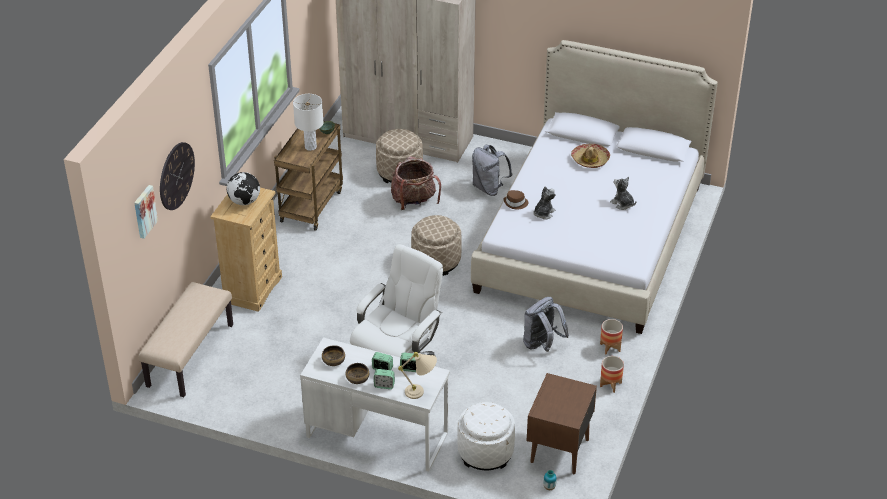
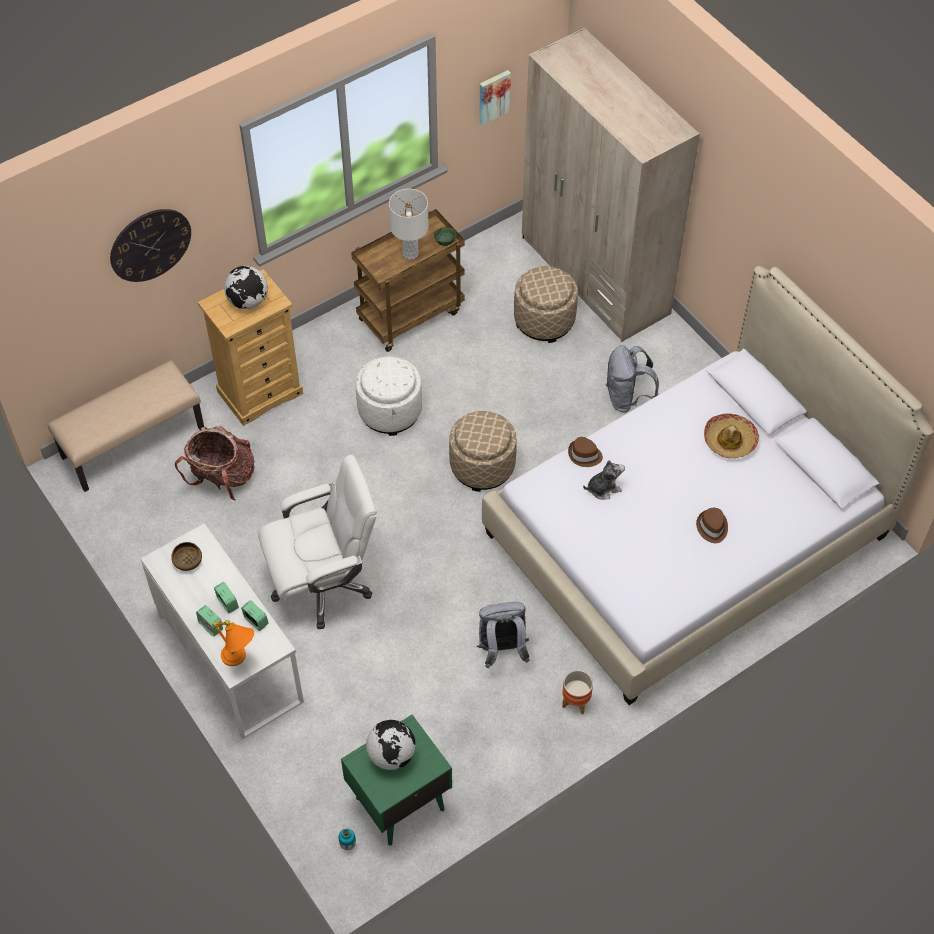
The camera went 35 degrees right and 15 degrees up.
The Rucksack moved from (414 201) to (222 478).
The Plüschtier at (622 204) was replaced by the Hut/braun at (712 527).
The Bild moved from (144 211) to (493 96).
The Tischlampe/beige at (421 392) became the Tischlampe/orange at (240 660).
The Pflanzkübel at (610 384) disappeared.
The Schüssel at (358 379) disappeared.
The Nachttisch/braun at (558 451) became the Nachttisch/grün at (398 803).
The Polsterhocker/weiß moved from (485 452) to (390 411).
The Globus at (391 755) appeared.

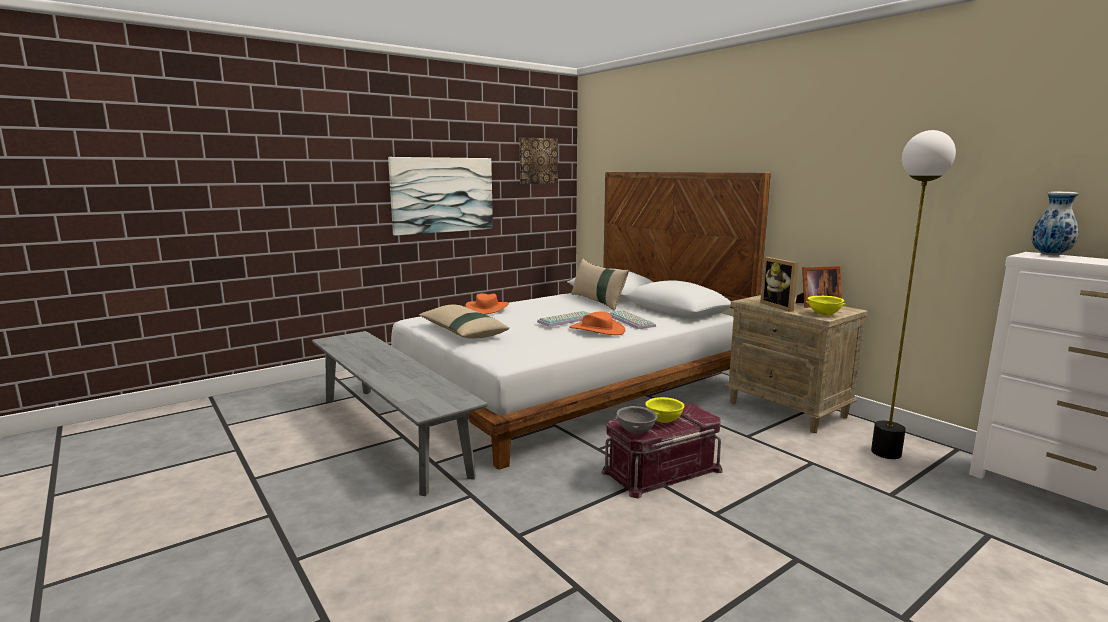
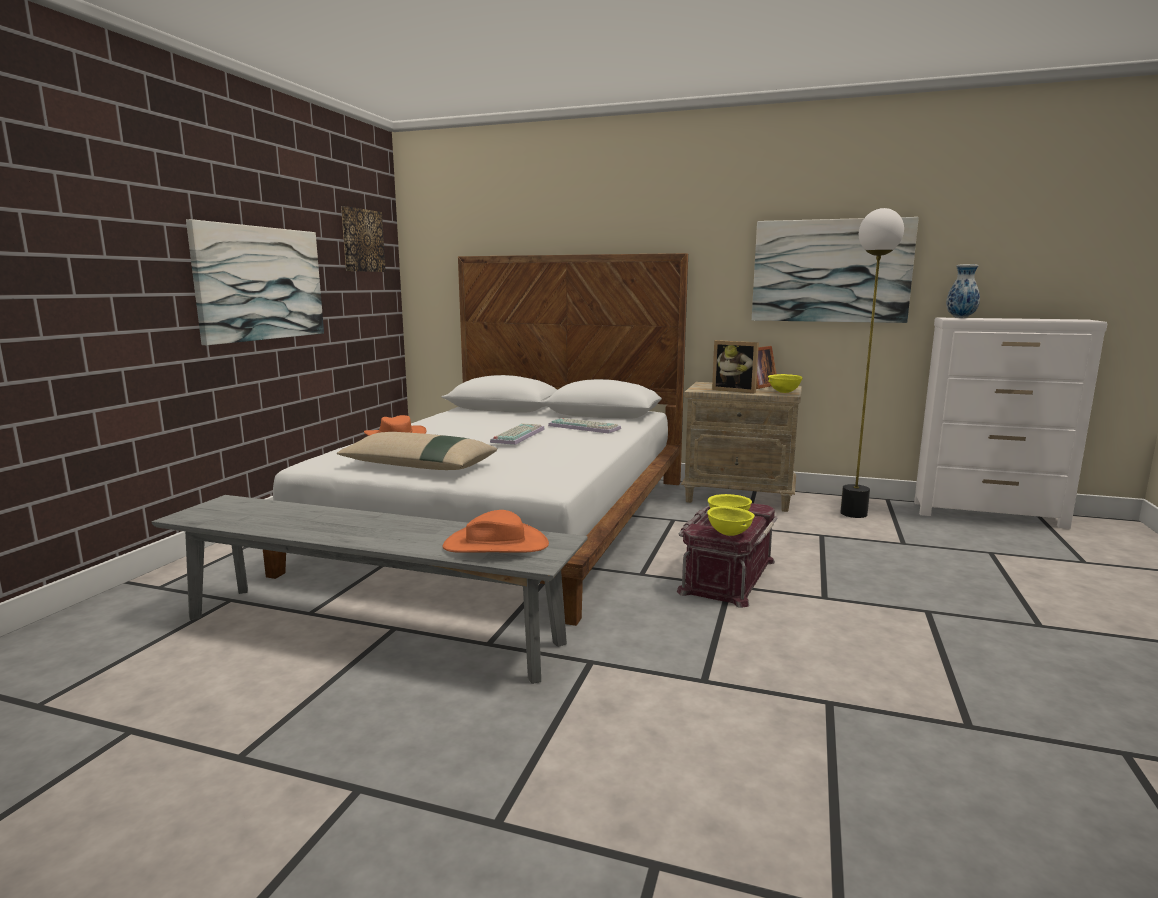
The camera went 35 degrees left and 0 degrees up.
The Kissen/beige at (598 302) disappeared.
The Hut/orange moved from (597 330) to (496 545).
The Schüssel/grau at (636 432) became the Schüssel/gelb at (729 534).
The Bild at (830 271) appeared.

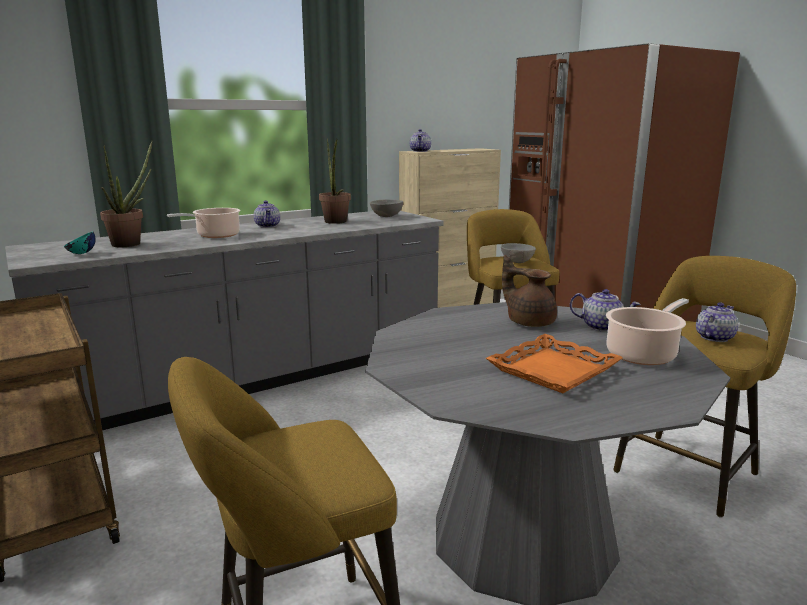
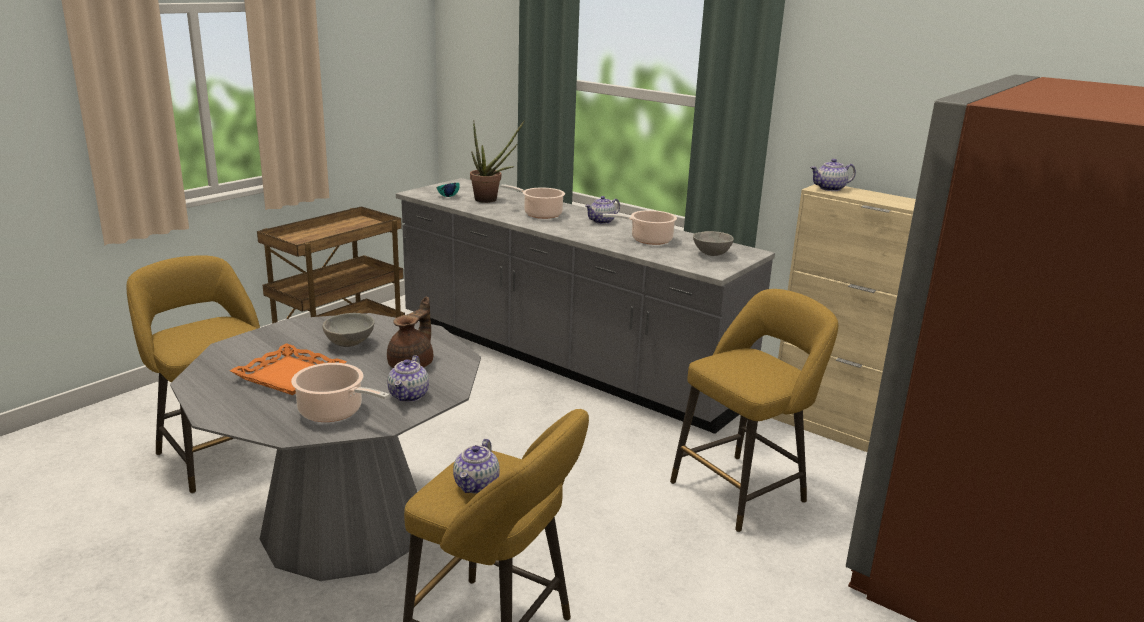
The camera went 70 degrees right and 5 degrees up.
The Topfpflanze at (336 222) was replaced by the Kochtopf at (648 240).
The Schüssel/grau moved from (517 262) to (350 344).
The Teekanne at (714 337) turned 75 degrees clockwise.

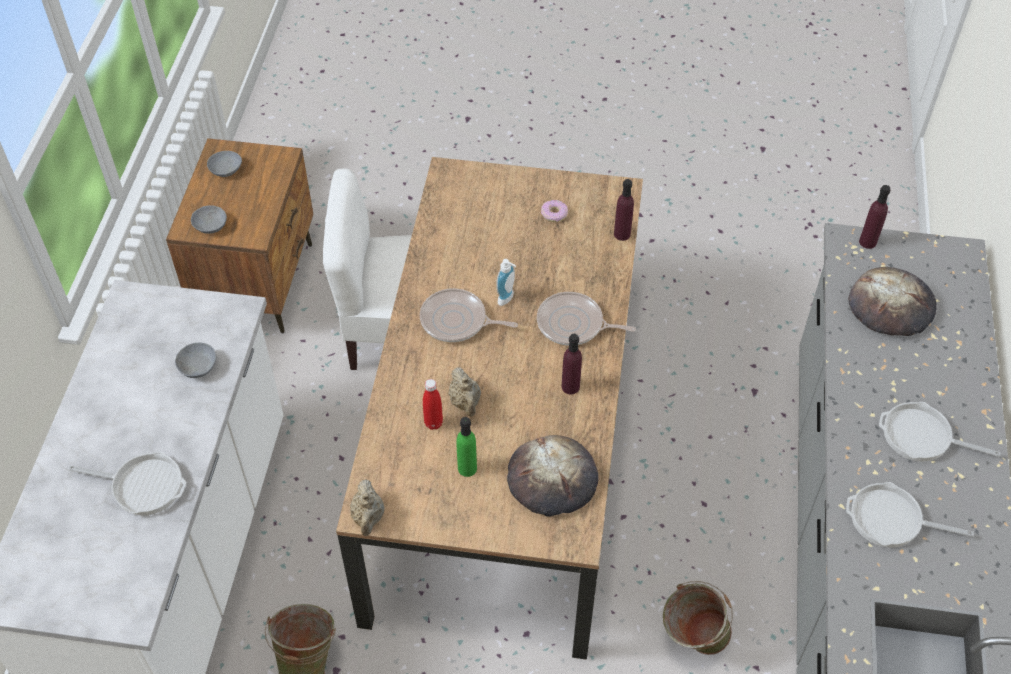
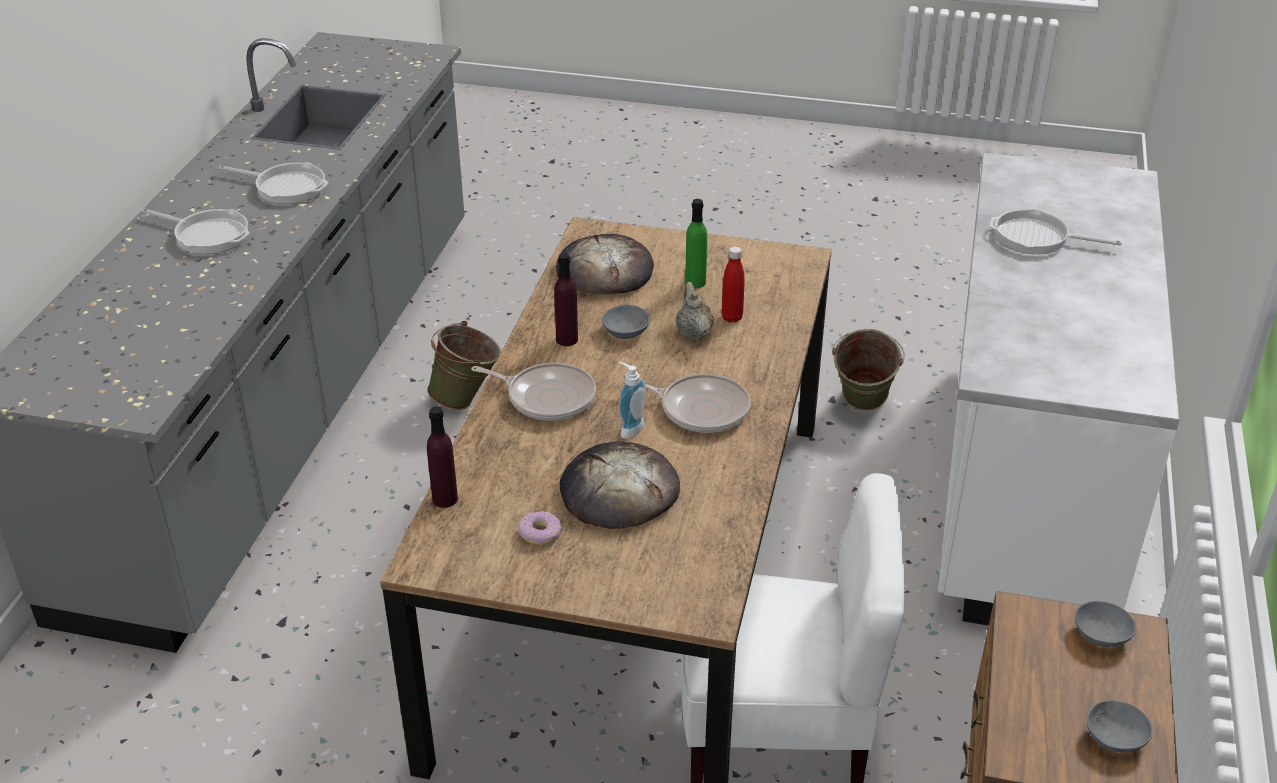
The camera went 175 degrees left and 15 degrees down.
The Flasche/lila at (867 242) disappeared.
The Brot moved from (891 306) to (619 491).
The Schüssel/grau moved from (199 367) to (624 330).
The Teekanne/beige at (368 518) disappeared.

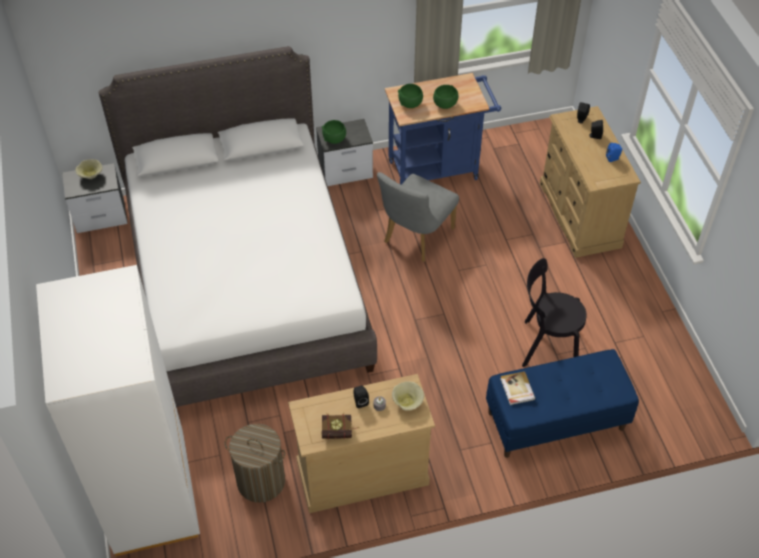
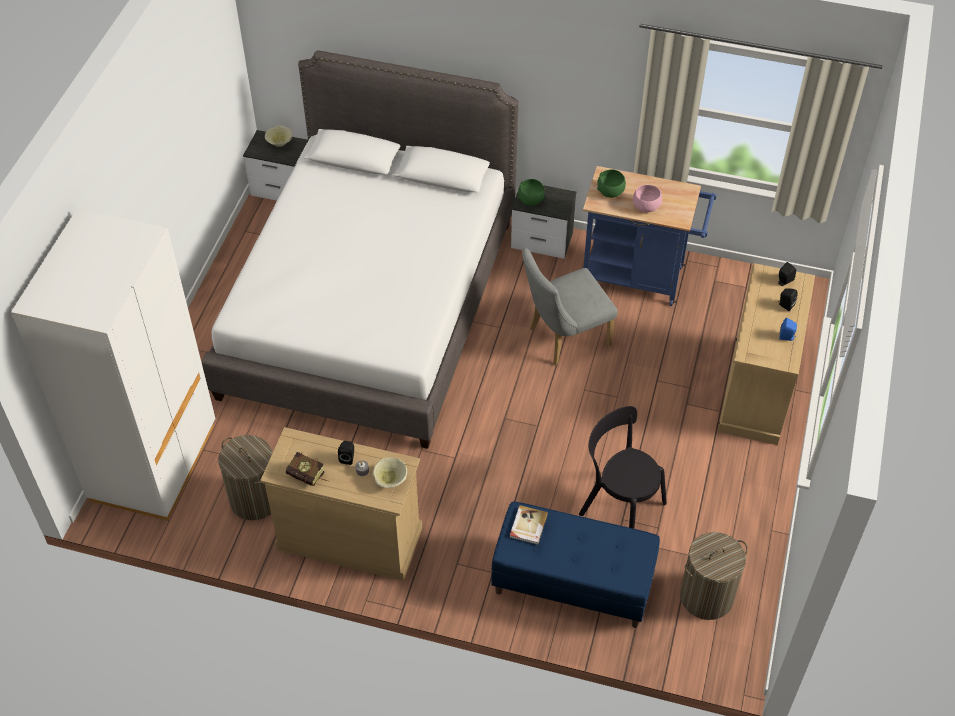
The camera went 30 degrees right and 0 degrees up.
The Schüssel/grün at (445 105) became the Schüssel/rosa at (645 207).
The Wäschekorb at (706 596) appeared.

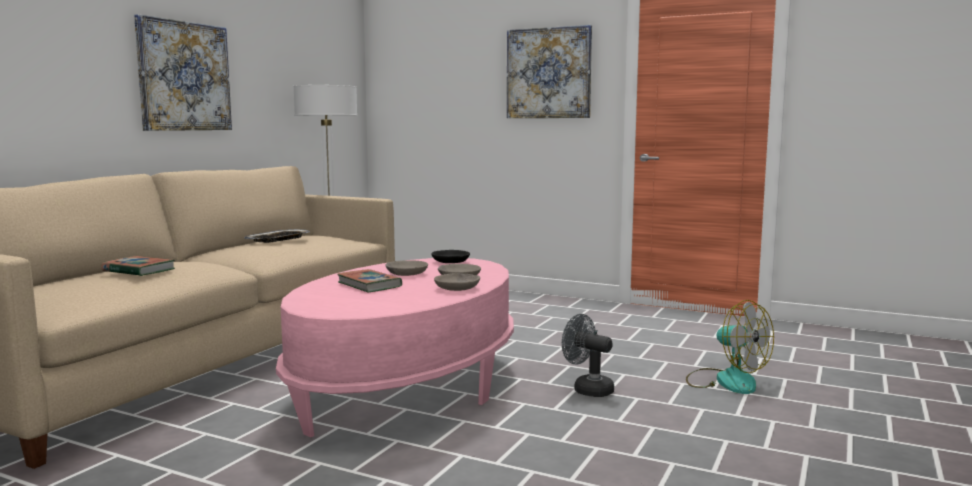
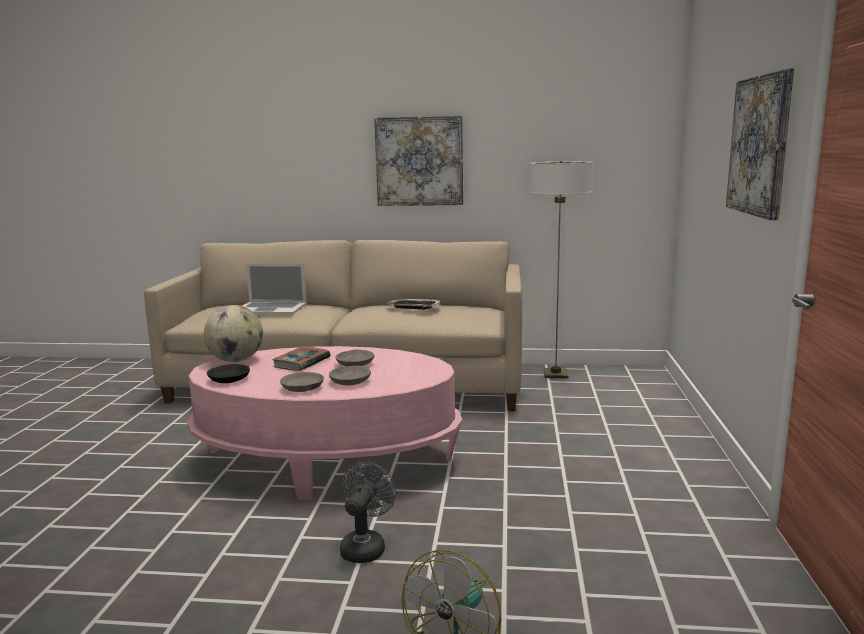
The camera went 70 degrees right and 5 degrees up.
The Schüssel/schwarz moved from (451 262) to (228 379).
The Buch at (139 270) was replaced by the Laptop at (271 308).
The Globus at (236 360) appeared.

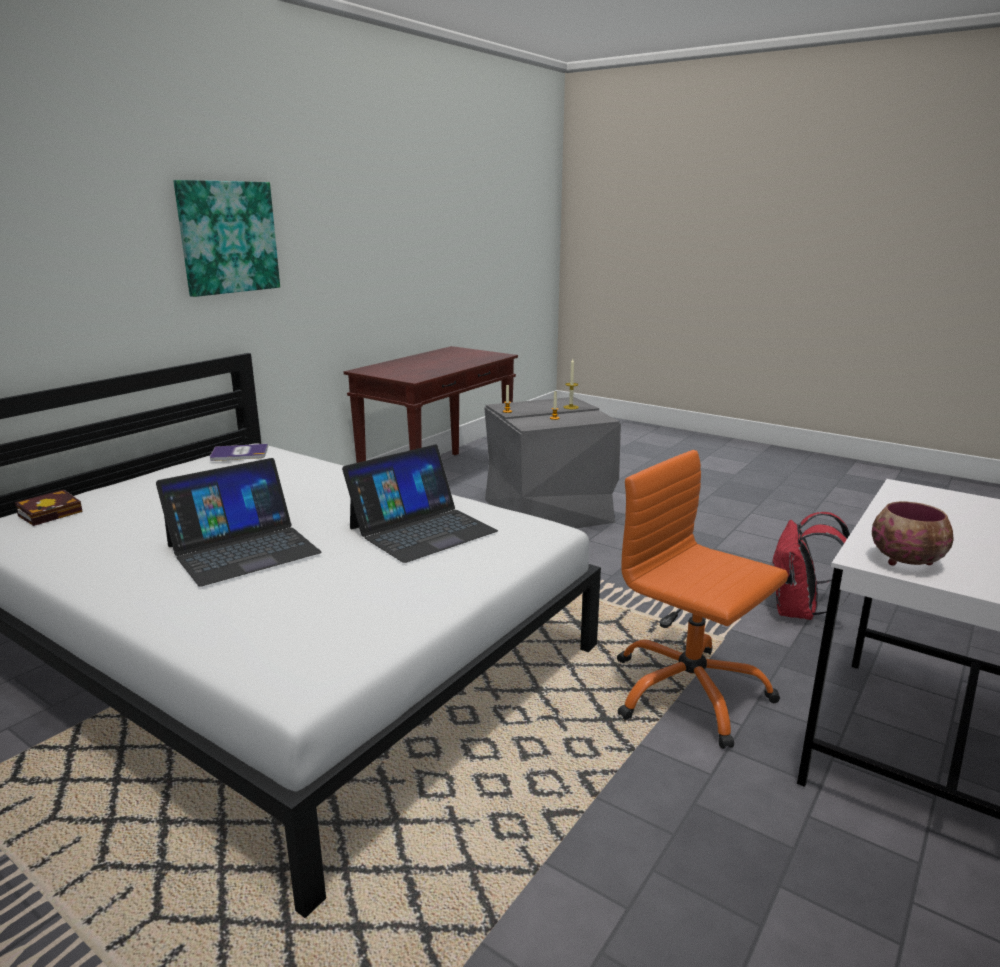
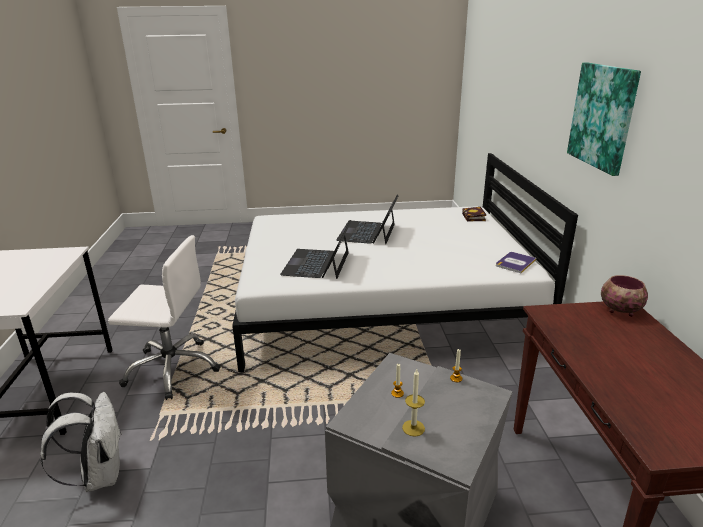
The camera went 140 degrees right and 5 degrees up.
The Bürostuhl/orange at (688 693) became the Bürostuhl/weiß at (172 369).
The Schüssel moved from (907 562) to (619 310).
The Rucksack/rot at (798 612) became the Rucksack/weiß at (99 475).

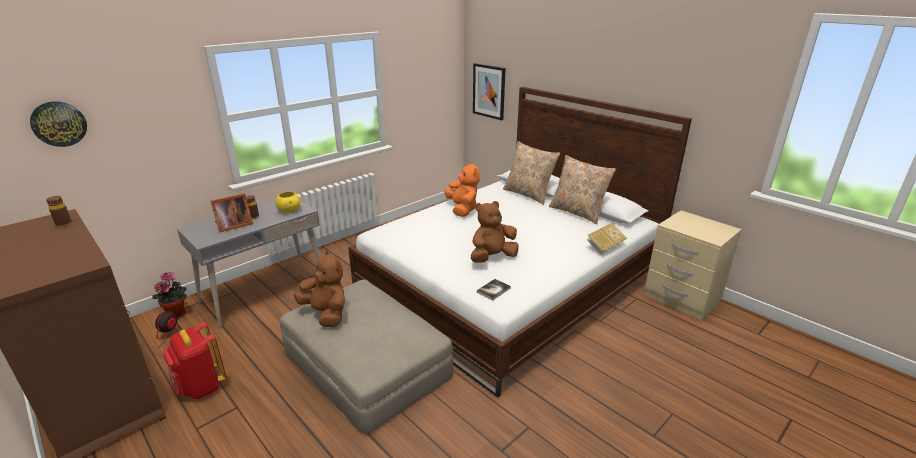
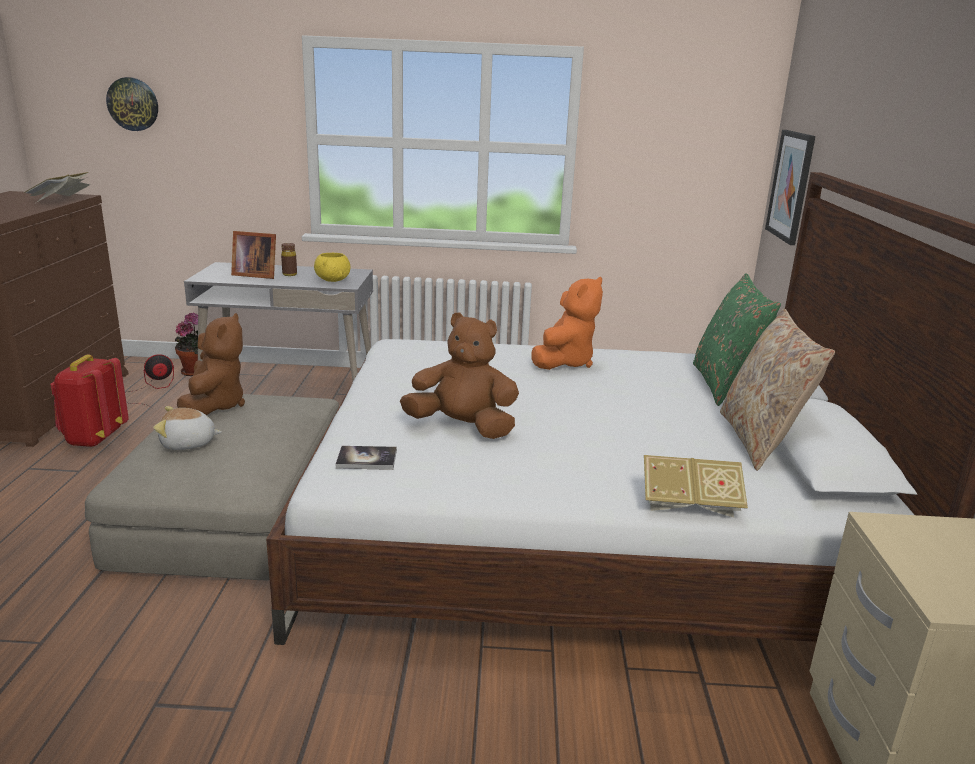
The camera went 45 degrees right and 5 degrees down.
The Kissen/beige at (528 194) became the Kissen/grün at (724 385).
The Flasche/braun at (64 224) was replaced by the Buch at (61 200).
The Plüschtier at (188 443) appeared.

